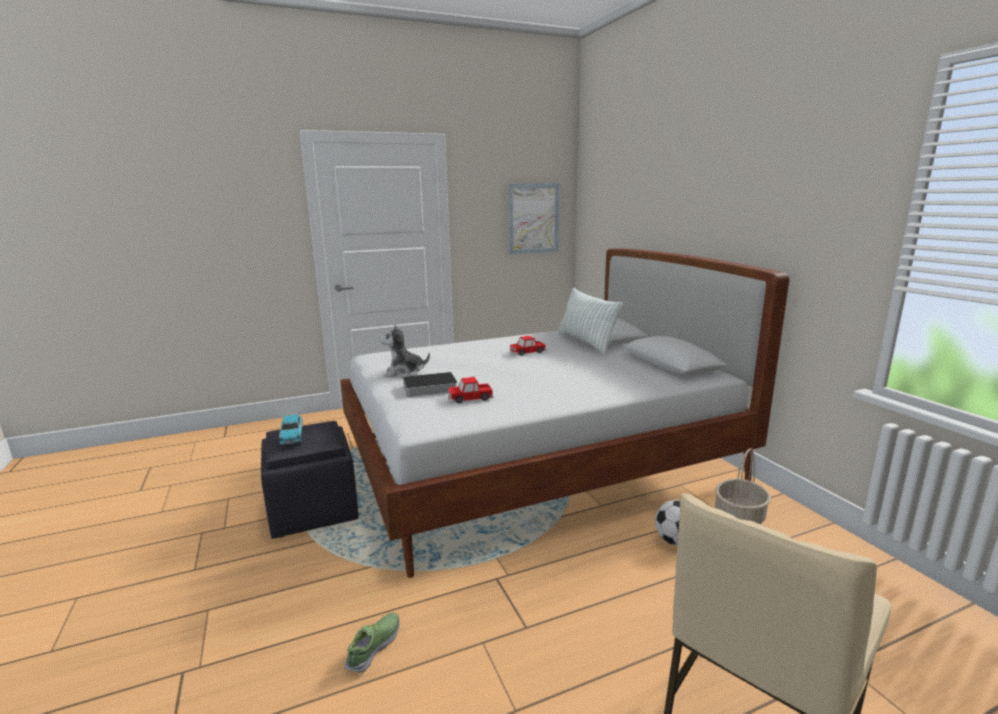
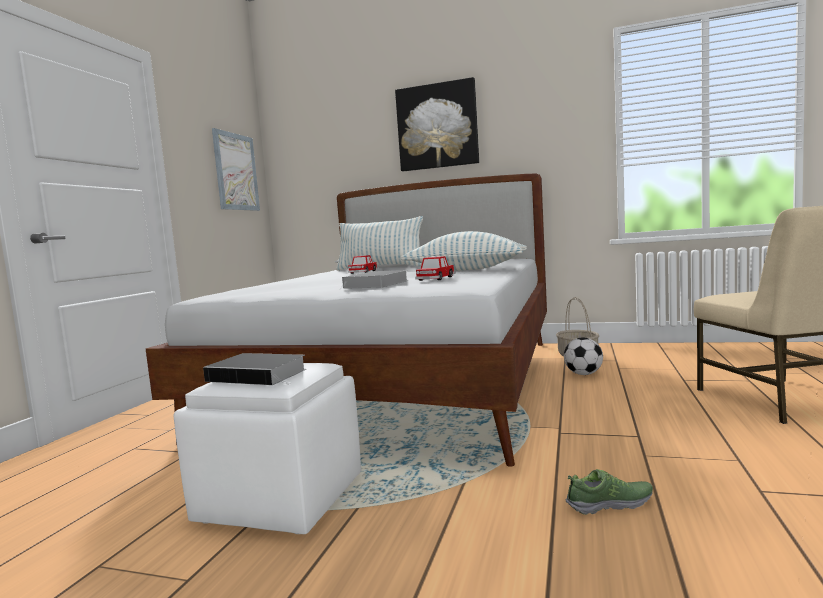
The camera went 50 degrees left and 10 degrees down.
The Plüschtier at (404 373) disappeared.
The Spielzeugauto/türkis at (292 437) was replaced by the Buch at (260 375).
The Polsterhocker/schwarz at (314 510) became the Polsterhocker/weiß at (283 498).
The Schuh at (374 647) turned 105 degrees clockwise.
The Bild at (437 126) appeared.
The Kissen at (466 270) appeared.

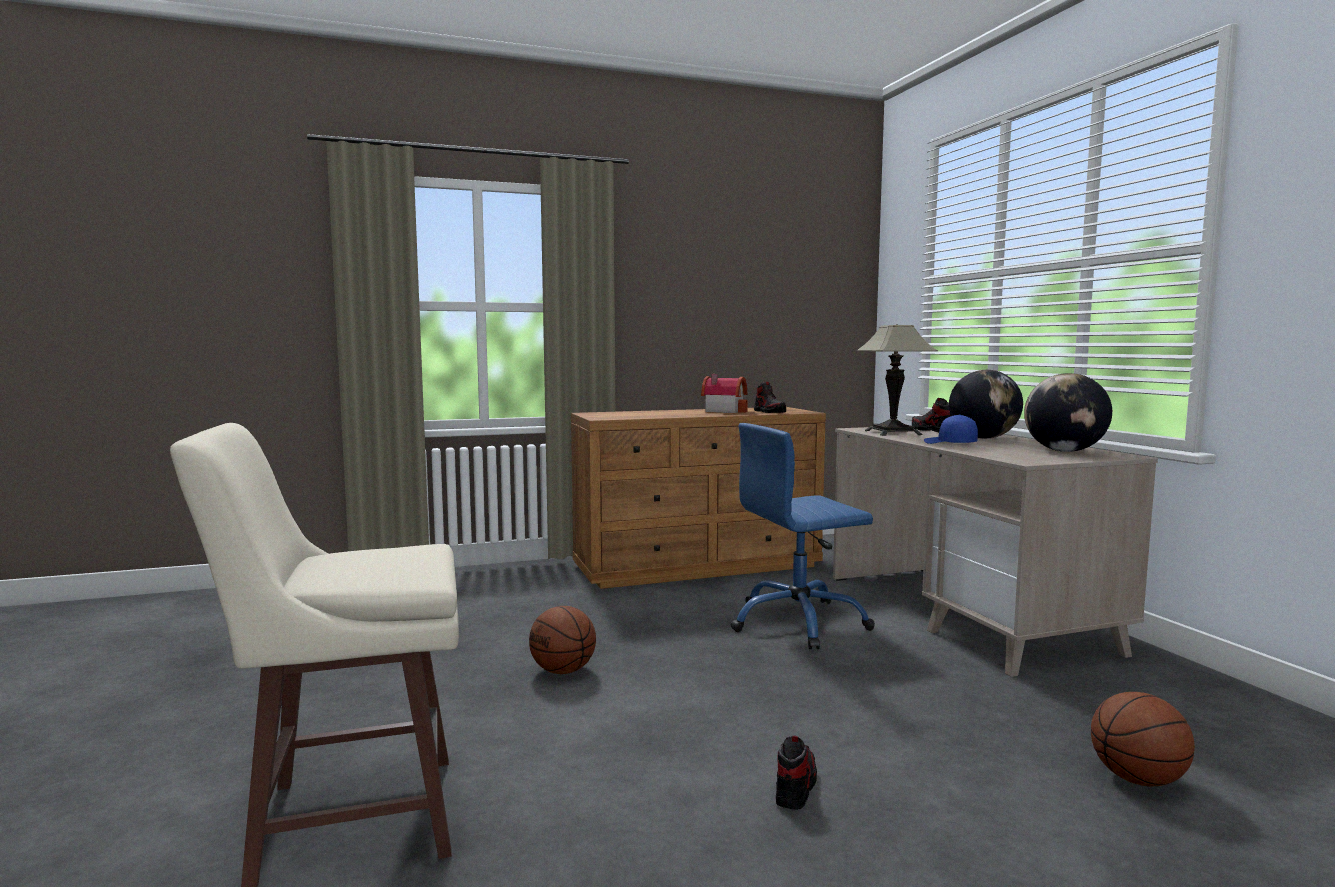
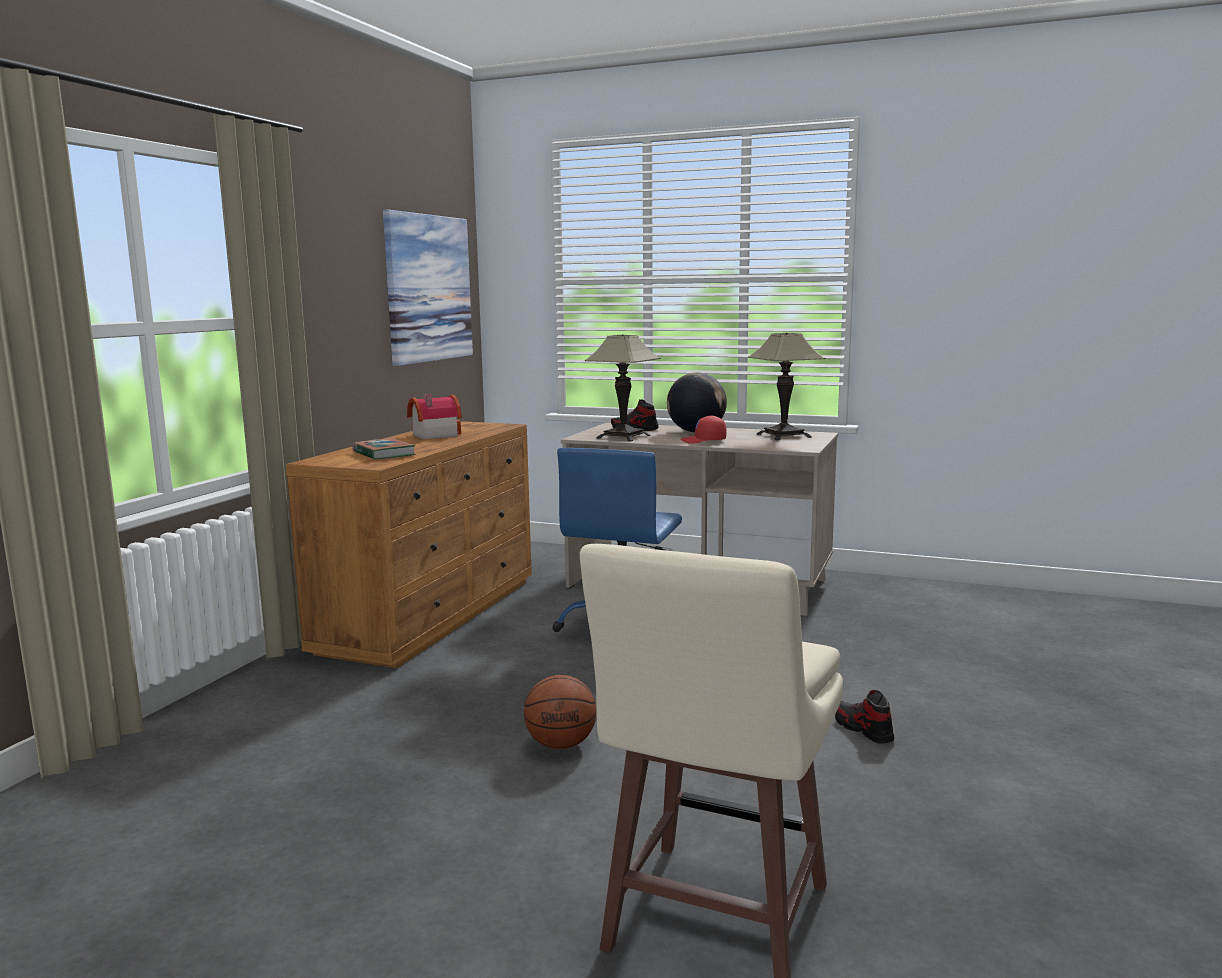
The camera went 50 degrees left and 5 degrees up.
The Globus at (1064 451) was replaced by the Tischlampe at (783 436).
The Schuh at (769 412) disappeared.
The Kappe/blau at (949 443) became the Kappe/rot at (703 441).
The Basketball at (1137 779) disappeared.
The Bild at (428 288) appeared.
The Buch at (384 454) appeared.

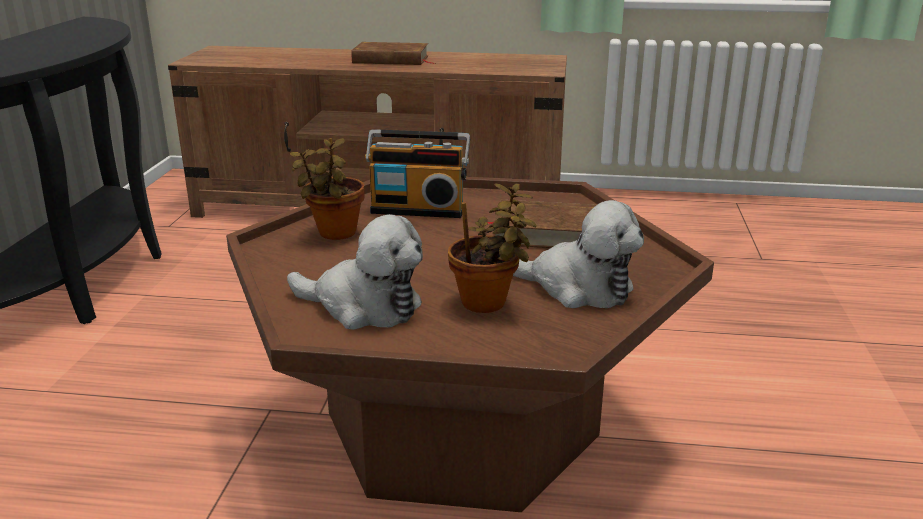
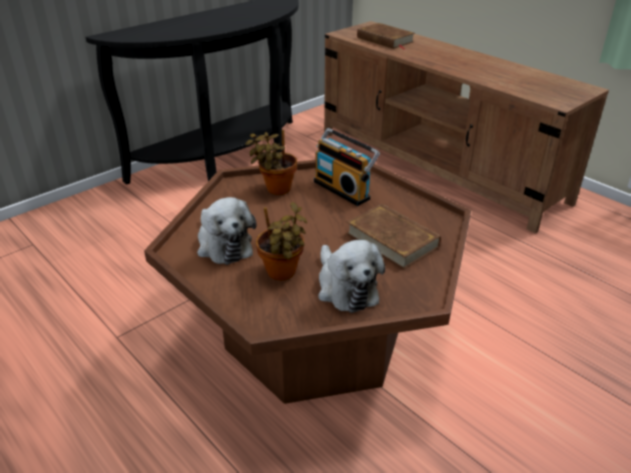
The camera went 40 degrees right and 10 degrees up.
The Buch/braun moved from (391 60) to (385 40).

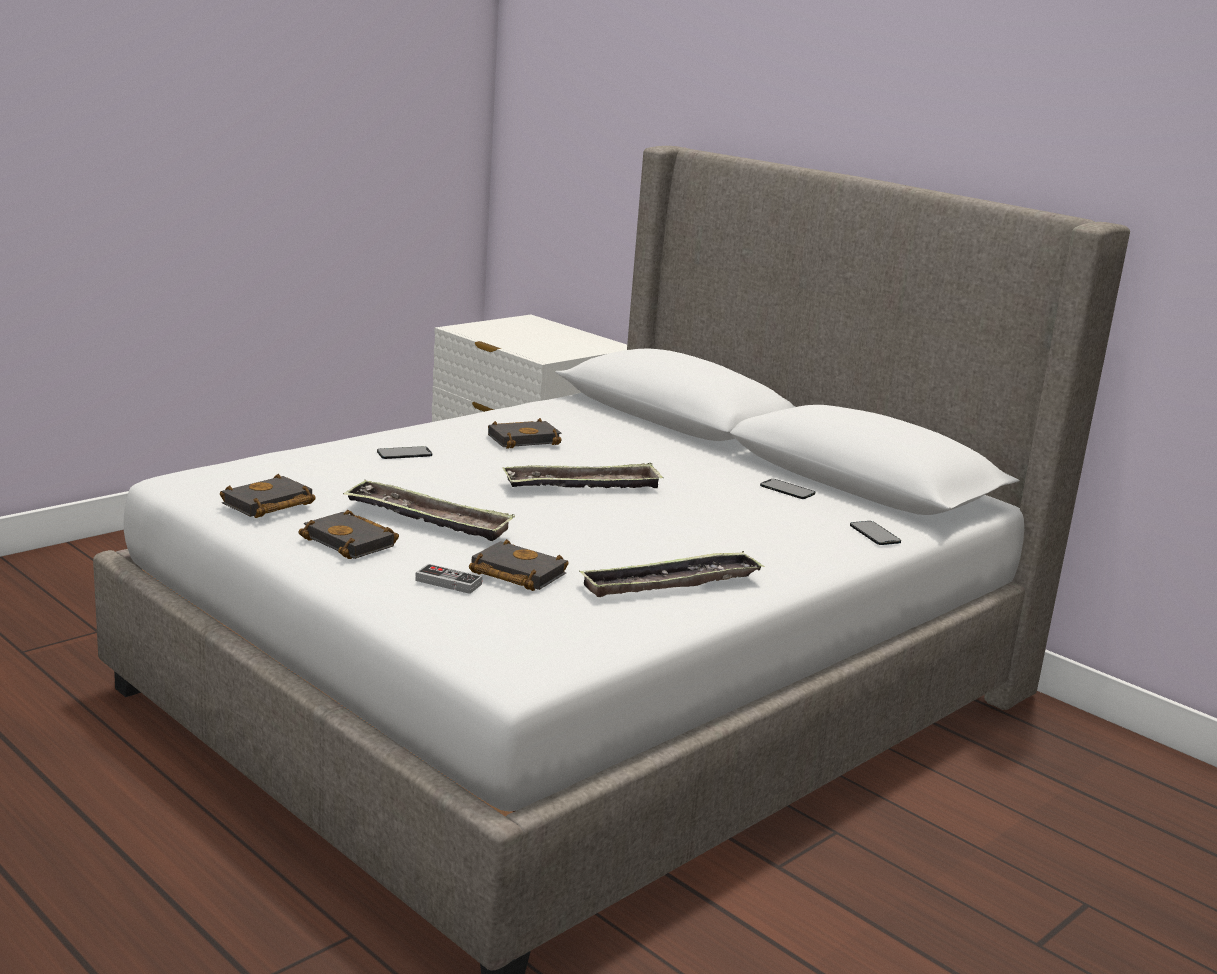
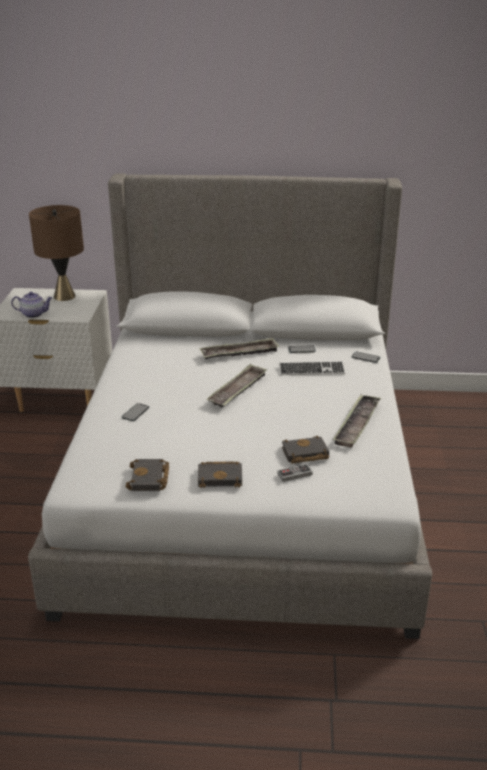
The camera went 40 degrees left and 10 degrees up.
The Buch/schwarz at (524 439) disappeared.
The Tablett moved from (428 518) to (239 353).
The Tischlampe/braun at (64 296) appeared.
The Teekanne at (34 314) appeared.
The Tastatur at (311 370) appeared.

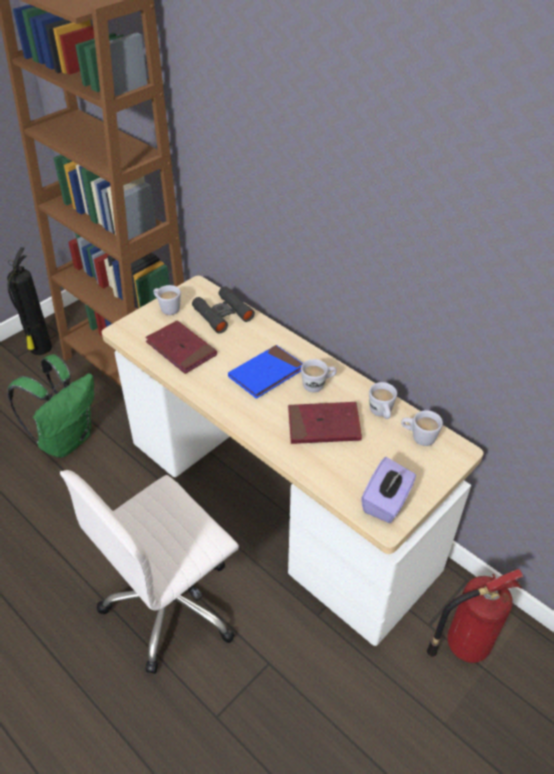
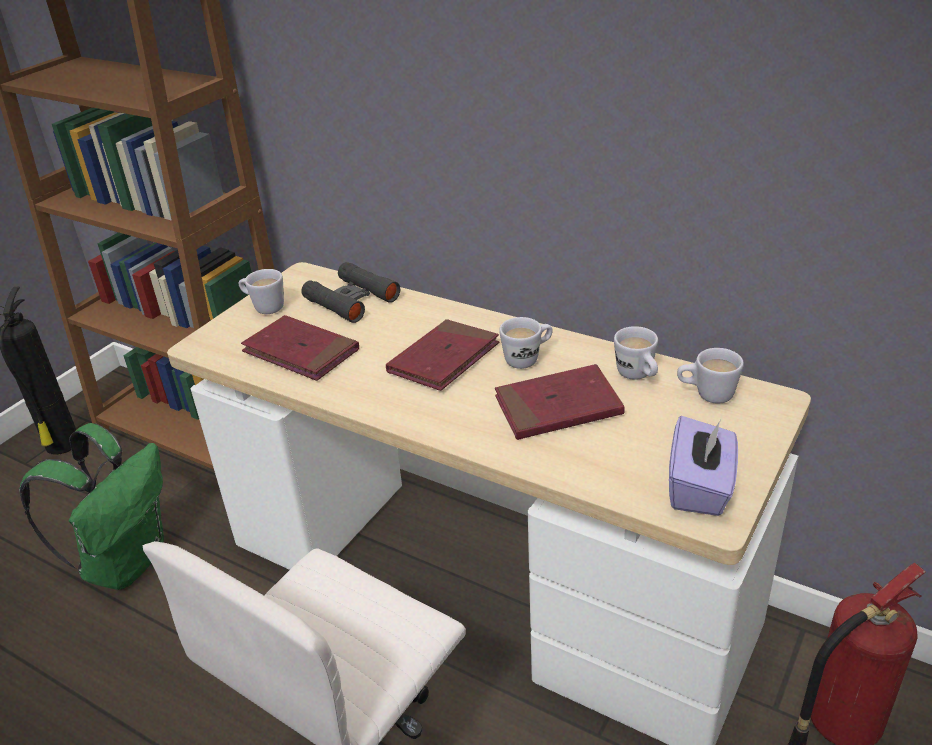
The camera went 10 degrees left and 10 degrees down.
The Buch/blau at (266 374) became the Buch/rot at (444 359).

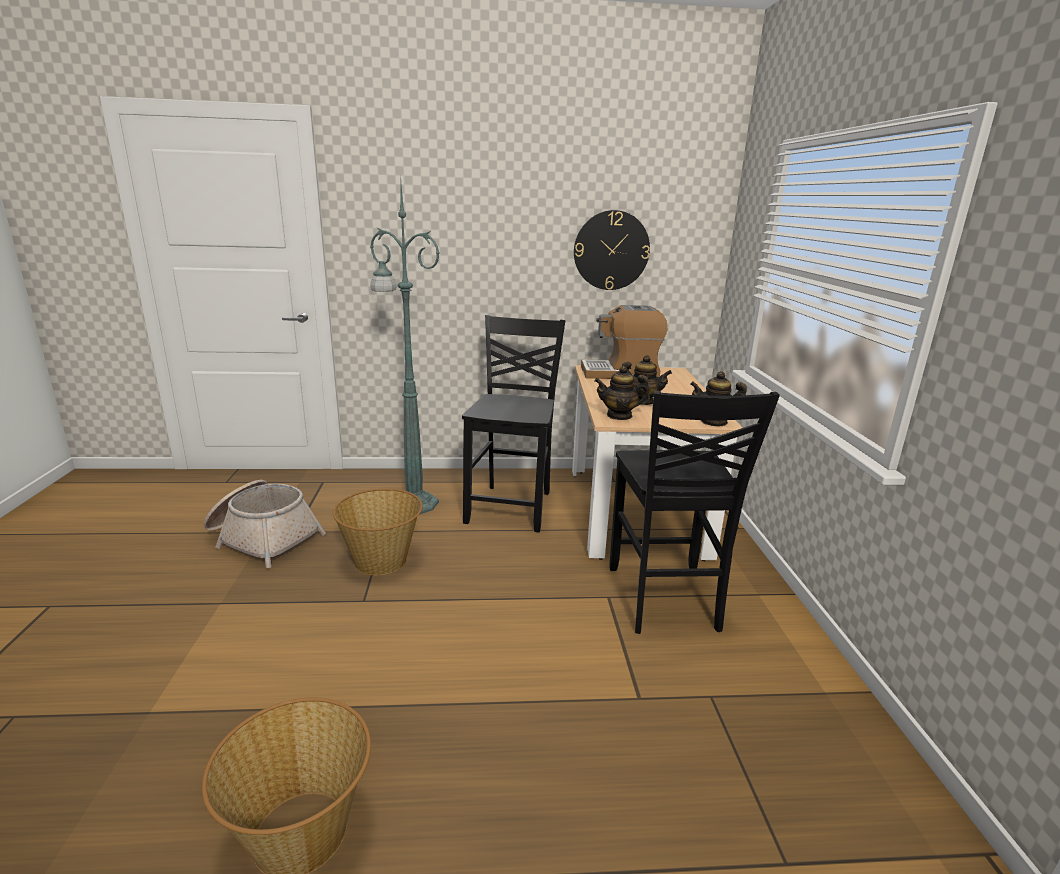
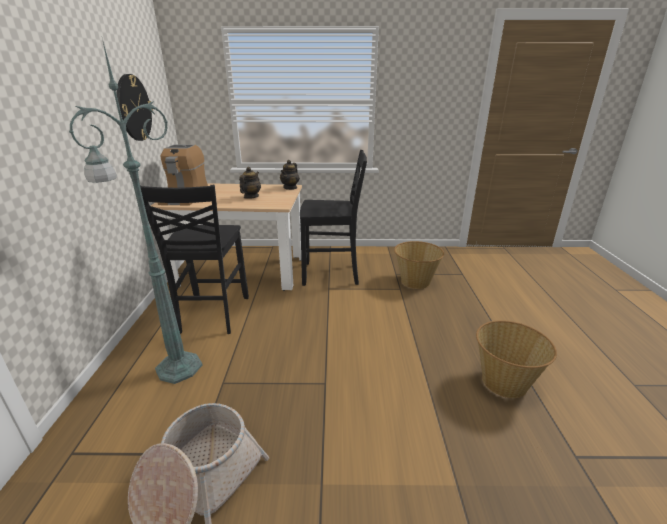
The camera went 85 degrees left and 5 degrees up.
The Stuhl/schwarz at (512 507) turned 105 degrees counterclockwise.
The Teekanne at (619 415) disappeared.
The Korb moved from (382 560) to (415 281).

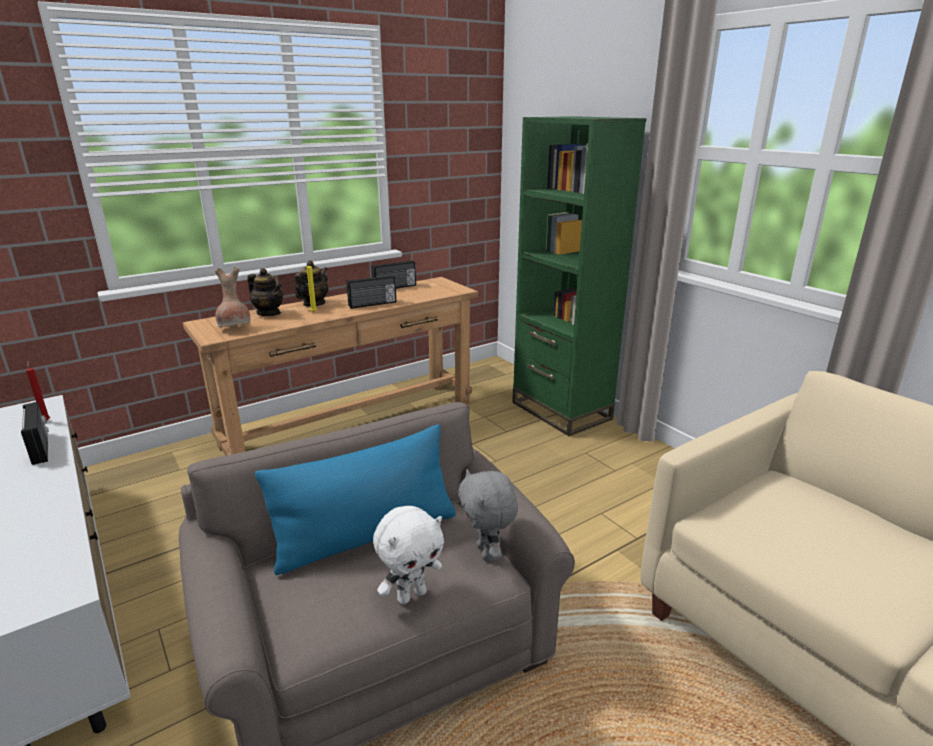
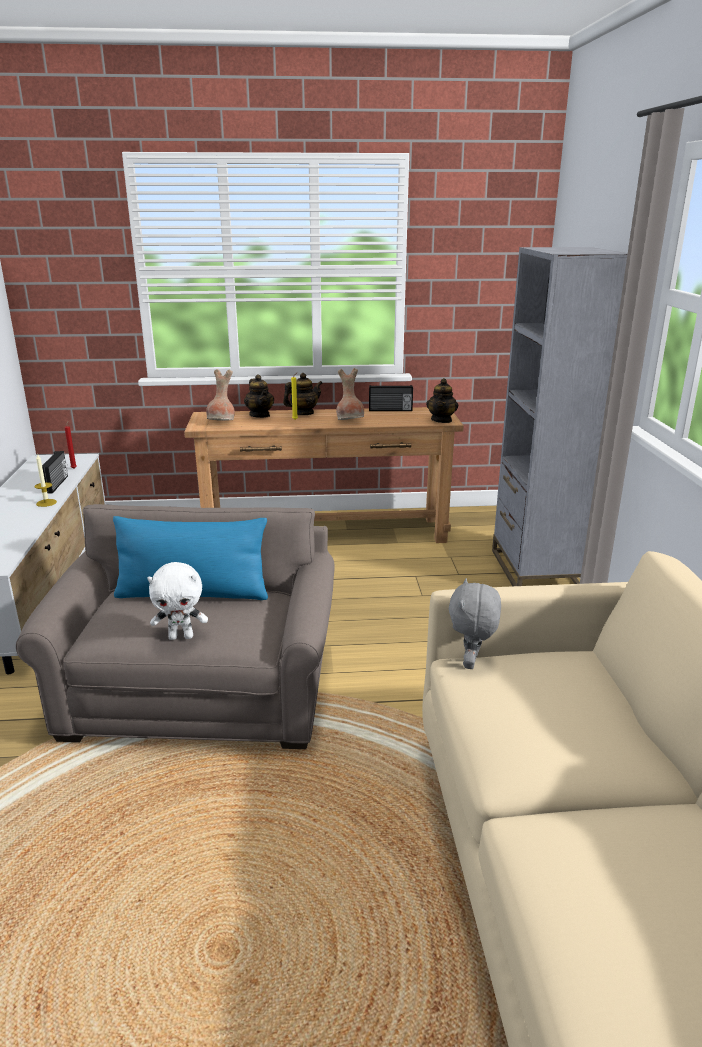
The camera went 30 degrees right and 0 degrees up.
The Bücherregal/grün at (561 411) became the Bücherregal/grau at (535 570).
The Radio at (372 304) was replaced by the Vase/braun at (350 421).
The Plüschtier/grau moved from (487 553) to (471 663).
The Teekanne at (441 420) appeared.
The Kerze at (46 503) appeared.

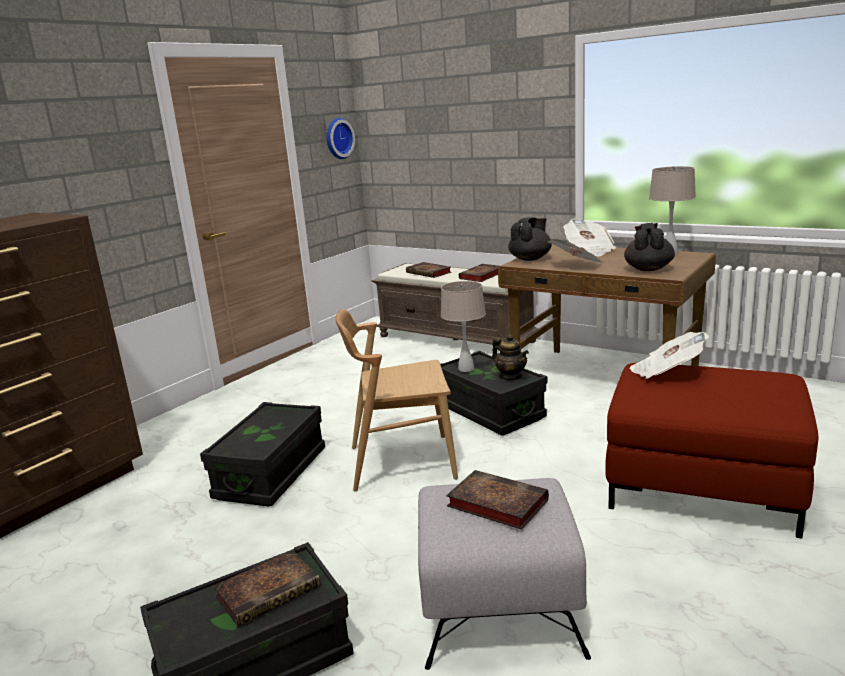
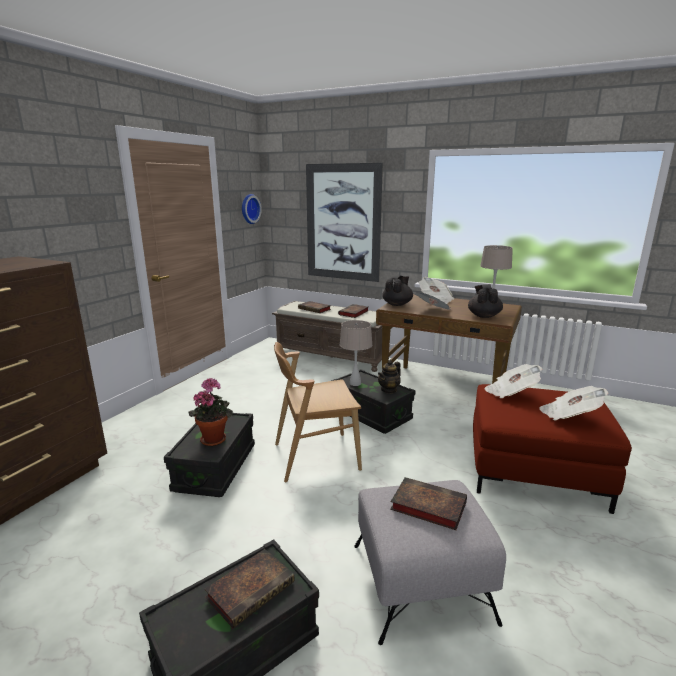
The camera went 10 degrees left and 0 degrees up.
The Teekanne at (511 376) turned 90 degrees clockwise.
The Bild at (343 223) appeared.
The Topfpflanze at (214 438) appeared.
The Zeitung at (569 416) appeared.

